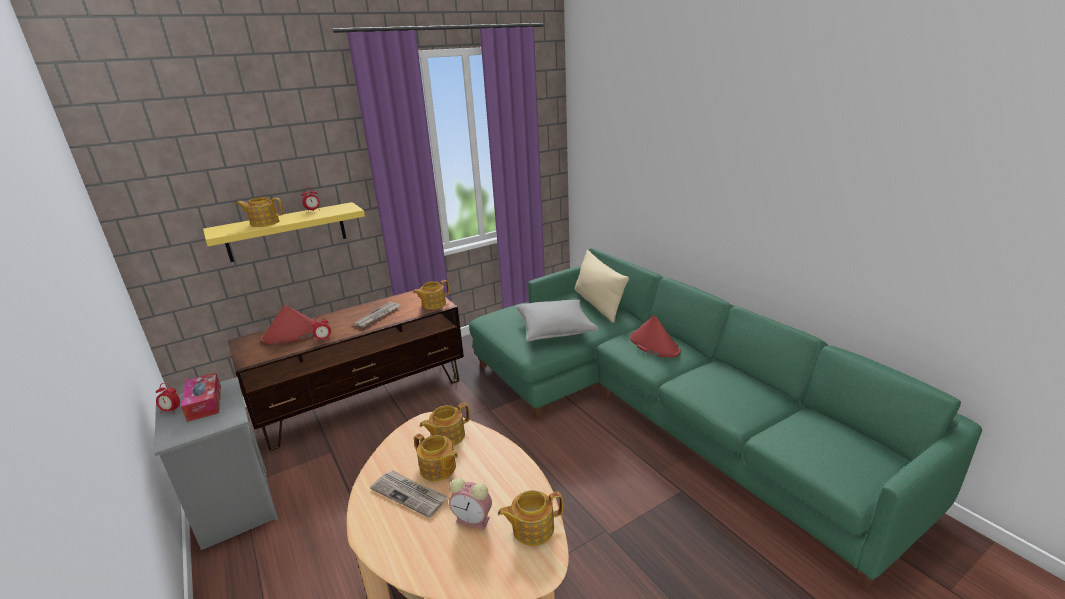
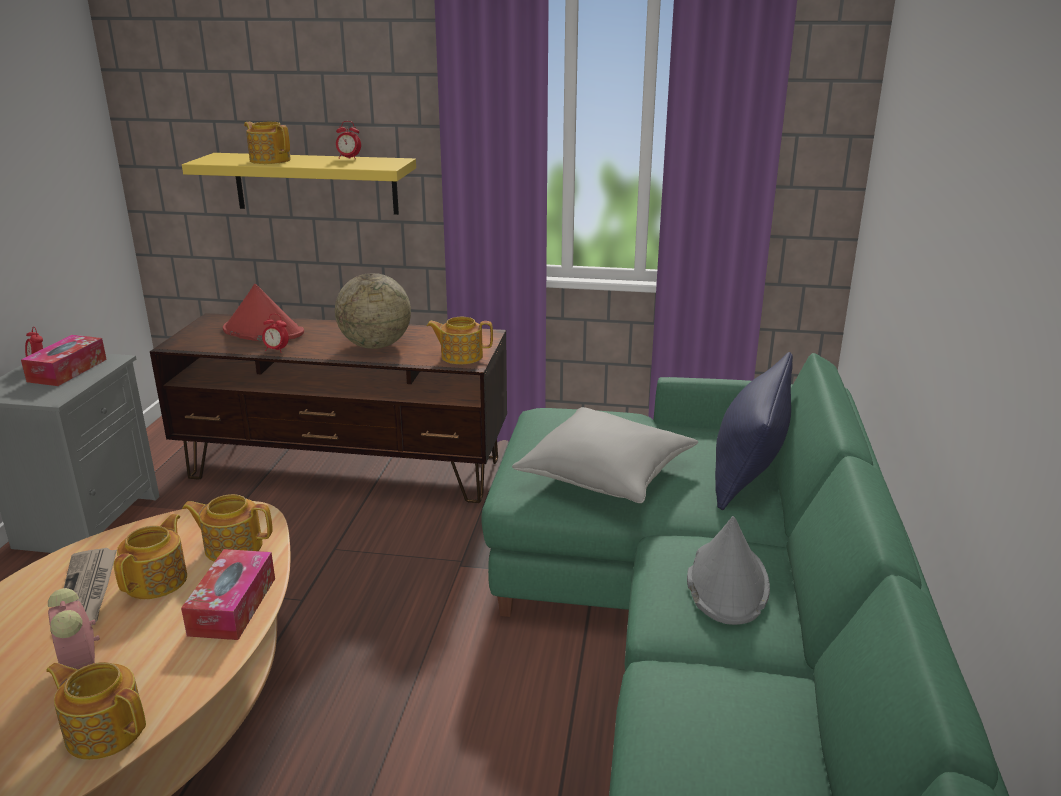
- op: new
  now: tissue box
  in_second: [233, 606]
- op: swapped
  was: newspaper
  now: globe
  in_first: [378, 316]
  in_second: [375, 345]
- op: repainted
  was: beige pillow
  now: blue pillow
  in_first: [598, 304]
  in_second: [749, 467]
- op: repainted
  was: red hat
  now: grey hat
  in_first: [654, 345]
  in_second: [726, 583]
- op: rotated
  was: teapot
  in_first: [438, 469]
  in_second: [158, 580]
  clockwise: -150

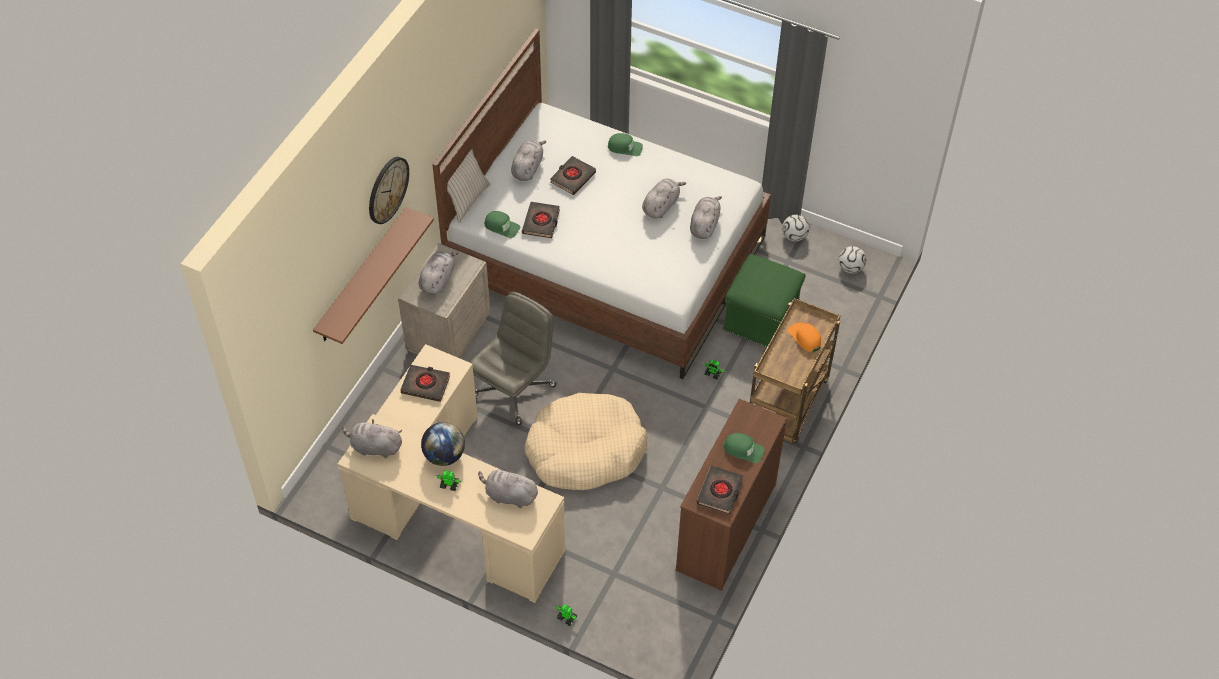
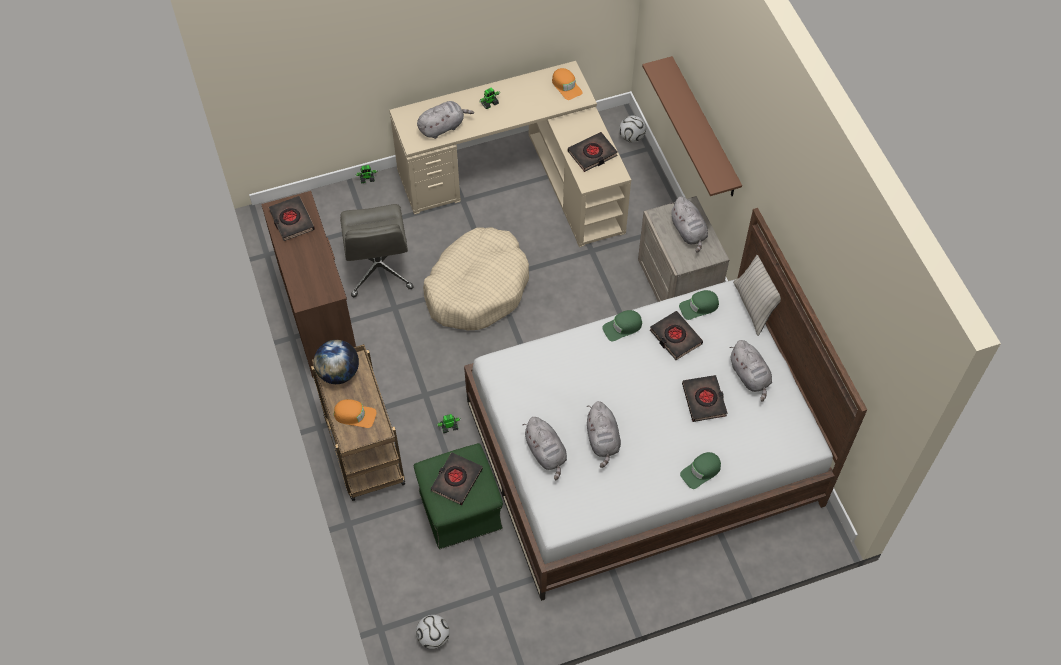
- op: gone
  was: wall clock
  in_first: [387, 189]
- op: new
  now: black book
  in_second: [456, 480]
- op: shifted
  was: globe
  in_first: [444, 455]
  in_second: [339, 373]
- op: shifted
  was: grey office chair
  in_first: [514, 390]
  in_second: [379, 269]
- op: shifted
  was: green cap
  in_first: [743, 449]
  in_second: [622, 327]
- op: shifted
  was: football
  in_first: [794, 236]
  in_second: [631, 137]
- op: swapped
  was: grey plush toy
  now: orange cap
  in_first: [374, 447]
  in_second: [566, 86]

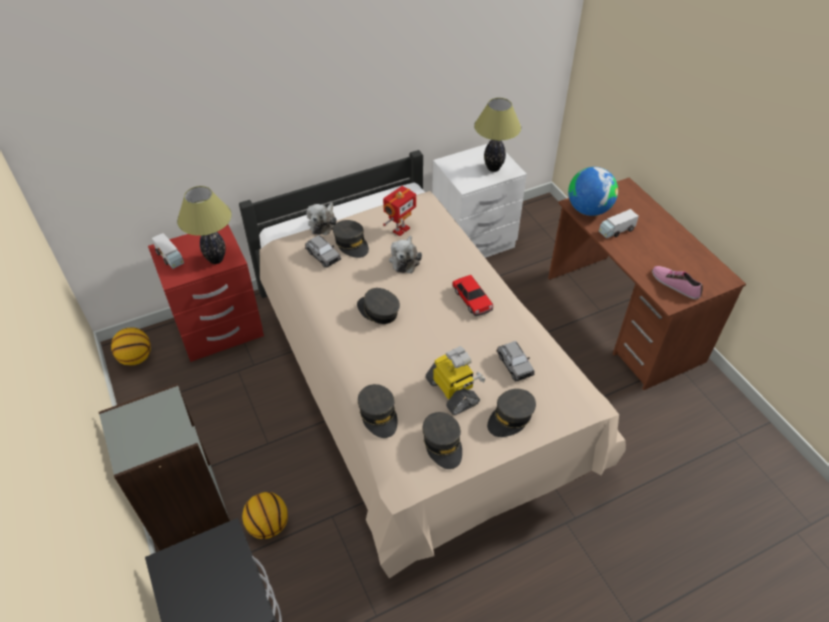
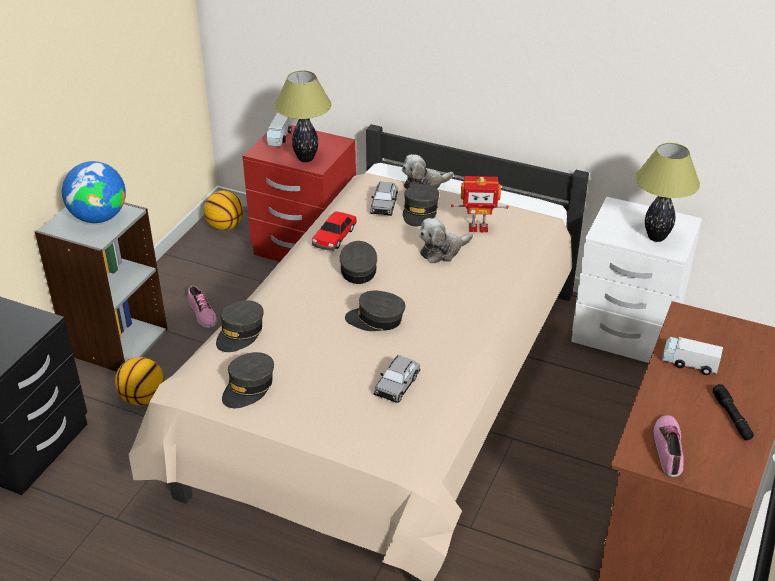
- op: gone
  was: toy robot
  in_first: [453, 391]
- op: new
  now: shoe
  in_second: [201, 313]
- op: new
  now: black flashlight
  in_second: [731, 417]
- op: shifted
  was: toy car
  in_first: [472, 300]
  in_second: [334, 237]
- op: shifted
  was: grey cap
  in_first: [510, 418]
  in_second: [376, 319]
- op: shifted
  was: globe
  in_first: [588, 210]
  in_second: [98, 217]

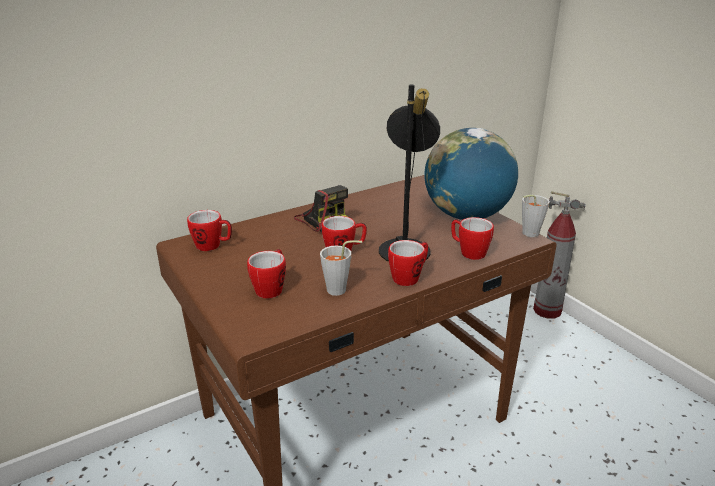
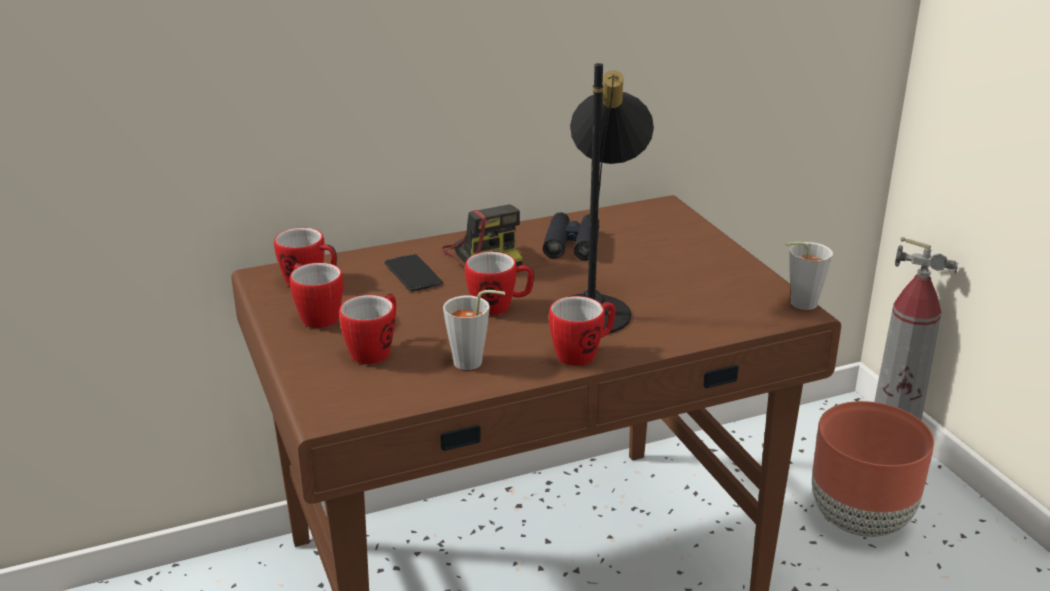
- op: gone
  was: globe
  in_first: [466, 216]
- op: new
  now: phone
  in_second: [413, 274]
- op: new
  now: black binoculars
  in_second: [572, 244]
- op: new
  now: brown planter
  in_second: [861, 520]
- op: shifted
  was: mug
  in_first: [468, 252]
  in_second: [315, 316]

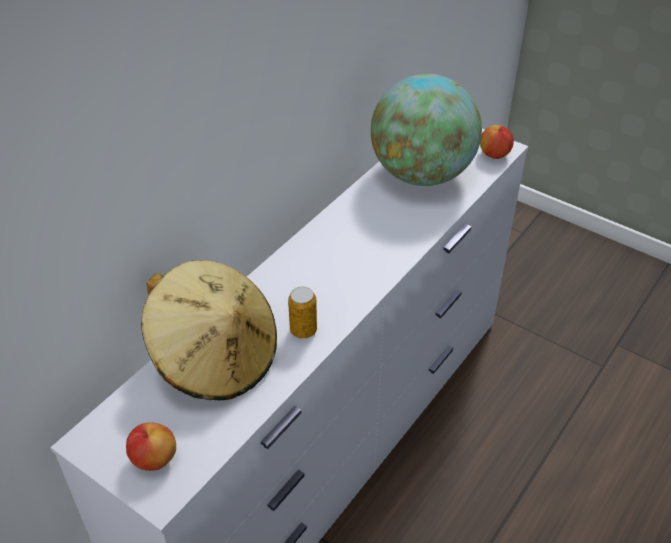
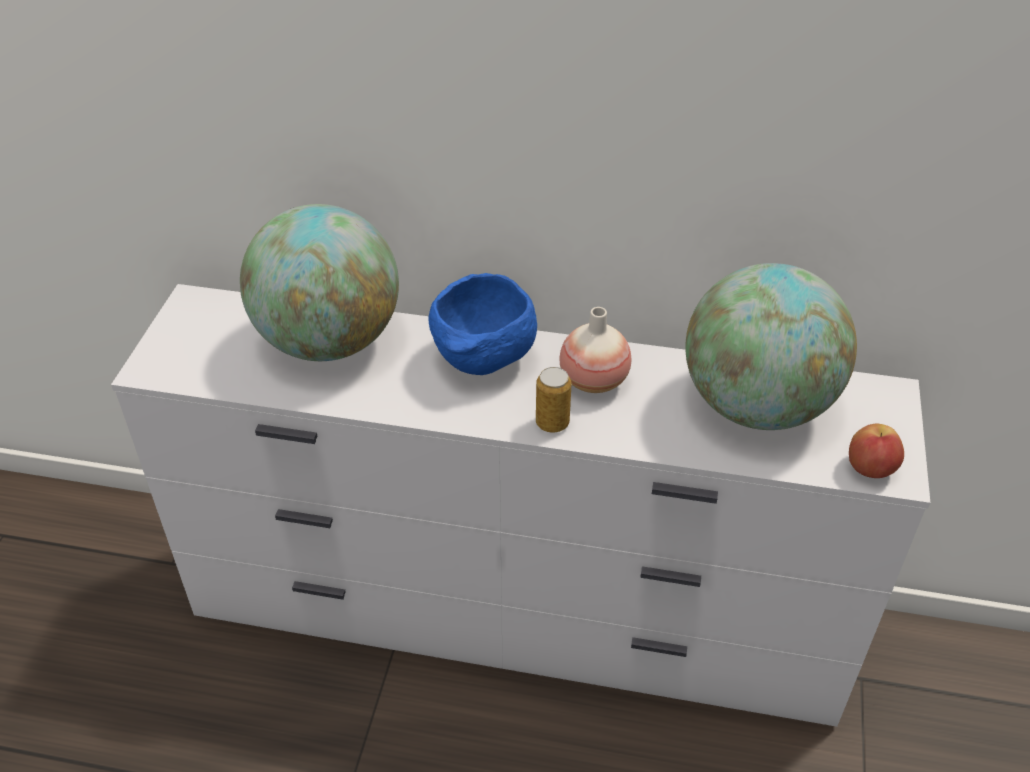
- op: gone
  was: apple
  in_first: [154, 459]
- op: new
  now: blue bowl
  in_second: [483, 360]
- op: new
  now: vase
  in_second: [593, 381]
- op: shifted
  was: can
  in_first: [303, 330]
  in_second: [552, 423]
- op: swapped
  was: beige hat
  now: globe
  in_first: [215, 358]
  in_second: [329, 341]

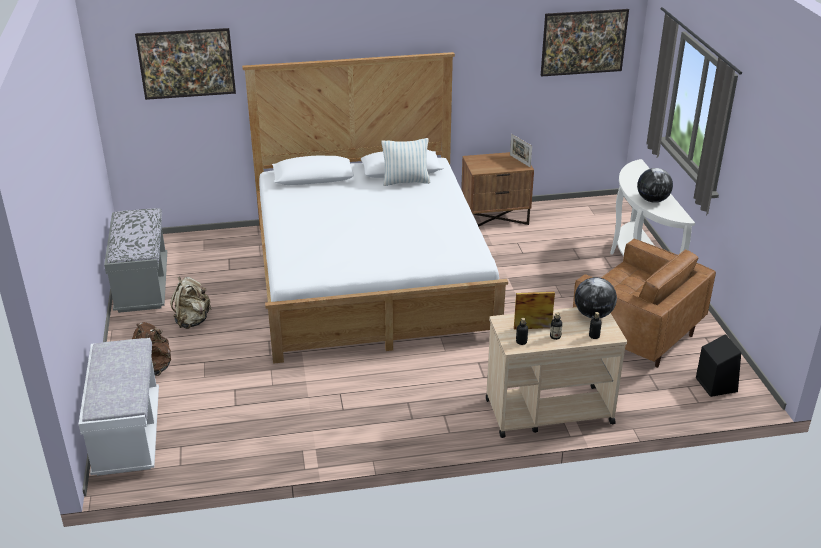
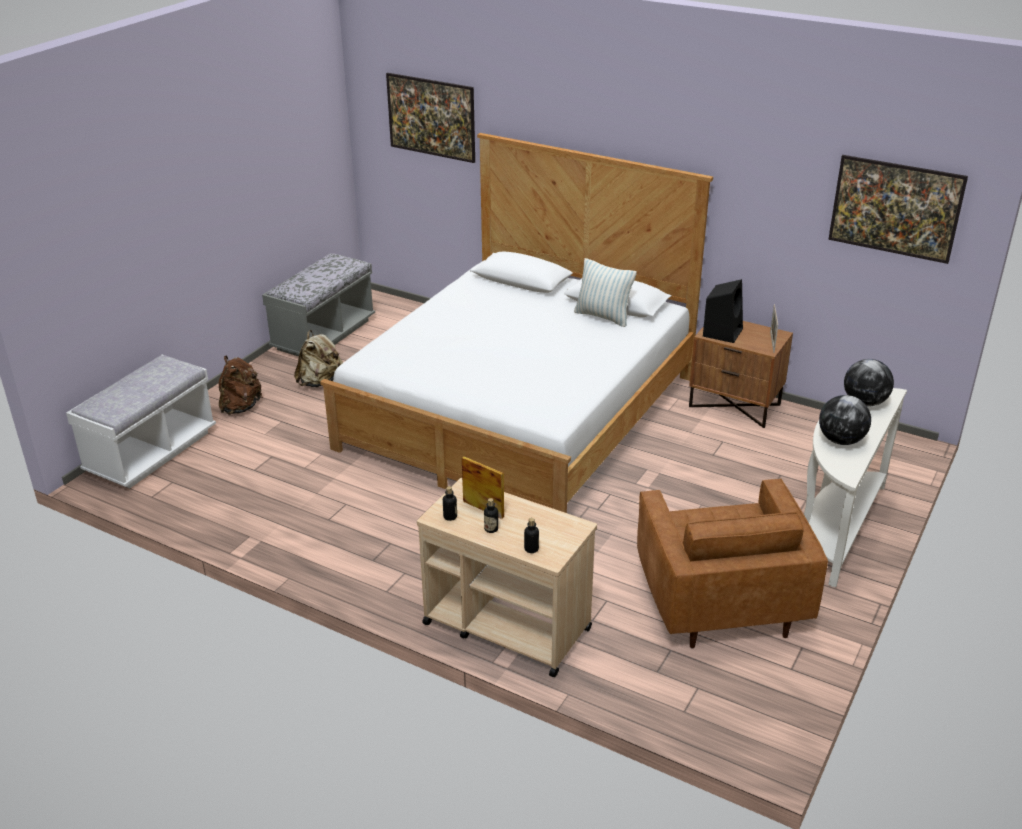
- op: shifted
  was: globe
  in_first: [593, 315]
  in_second: [865, 402]
- op: shifted
  was: black speaker
  in_first: [715, 384]
  in_second: [722, 332]

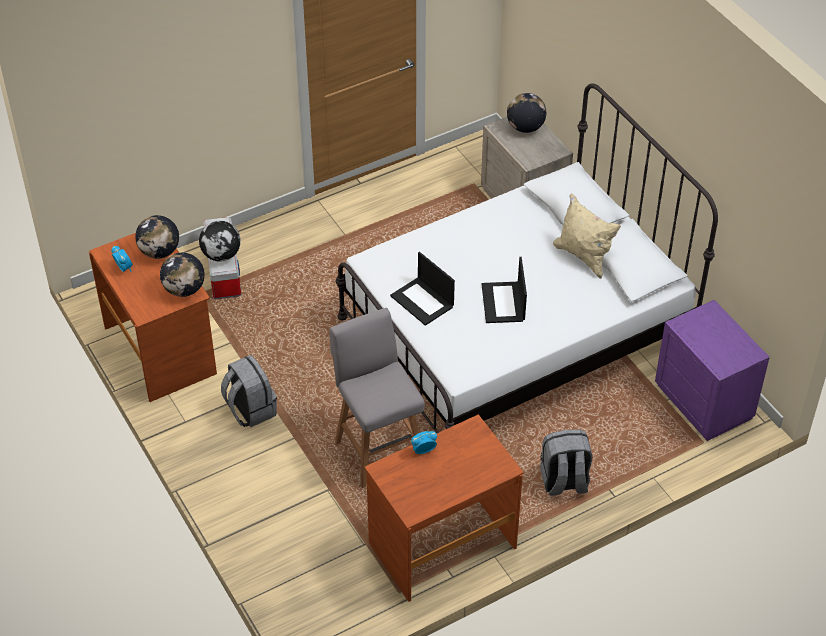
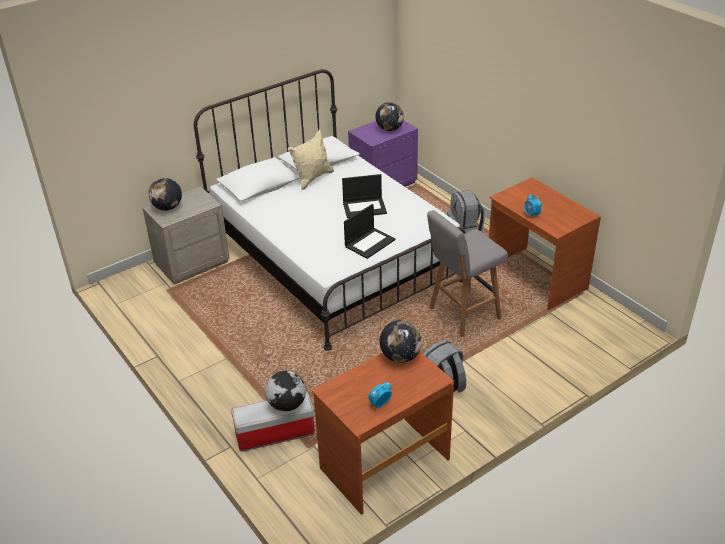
- op: shifted
  was: globe
  in_first: [159, 252]
  in_second: [390, 129]

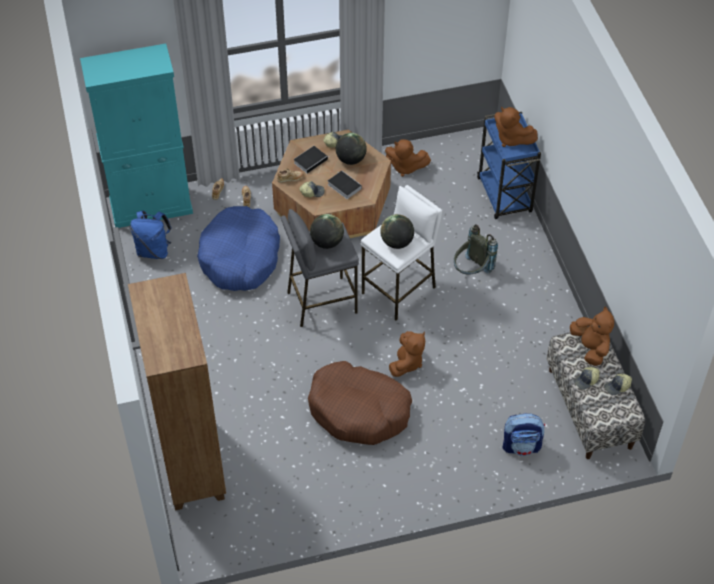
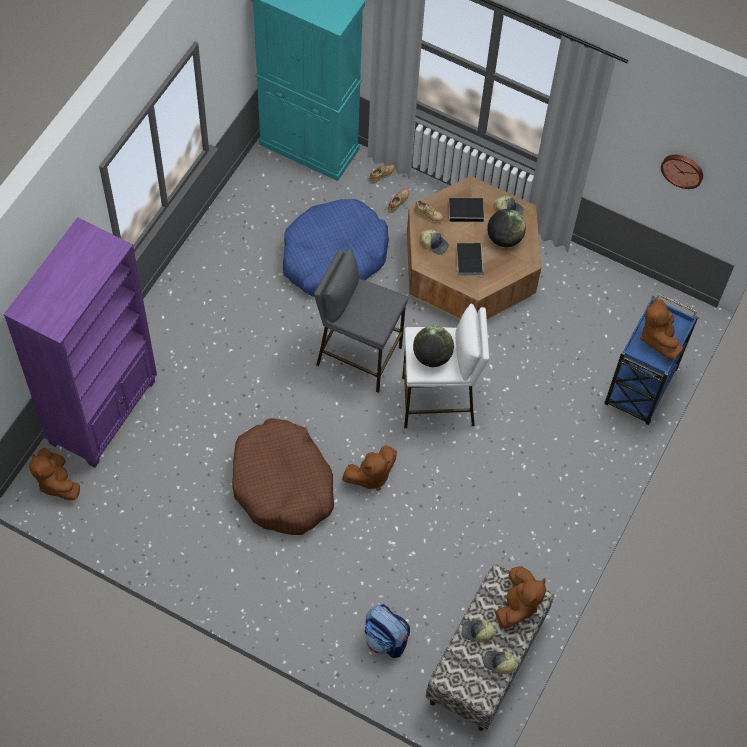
- op: gone
  was: blue backpack
  in_first: [154, 251]
- op: gone
  was: globe
  in_first: [327, 242]
- op: gone
  was: grey backpack
  in_first: [471, 271]
- op: new
  now: wall clock
  in_second: [683, 169]
- op: shifted
  was: brown plush toy
  in_first: [405, 167]
  in_second: [57, 482]
- op: repainted
  was: brown bookcase
  now: purple bookcase
  in_first: [191, 461]
  in_second: [104, 412]

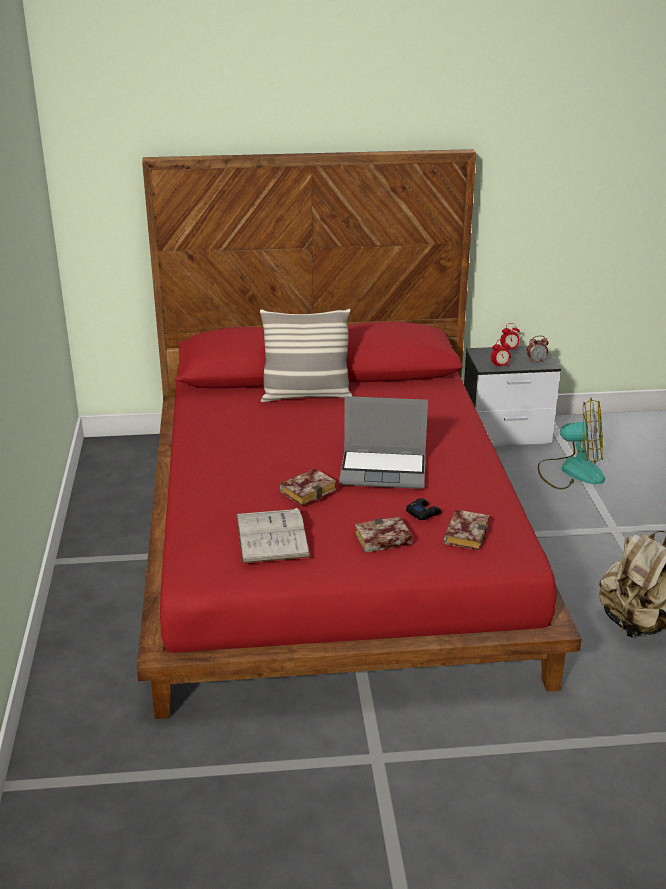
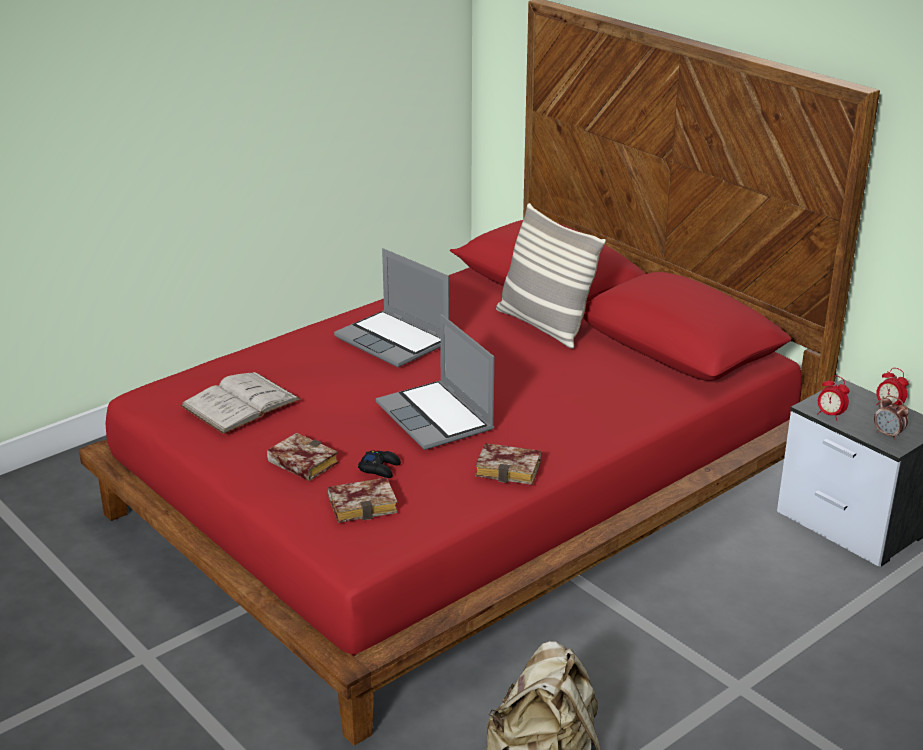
- op: gone
  was: fan
  in_first: [571, 471]
- op: new
  now: laptop
  in_second: [394, 341]
- op: shifted
  was: book
  in_first: [308, 490]
  in_second: [511, 469]

